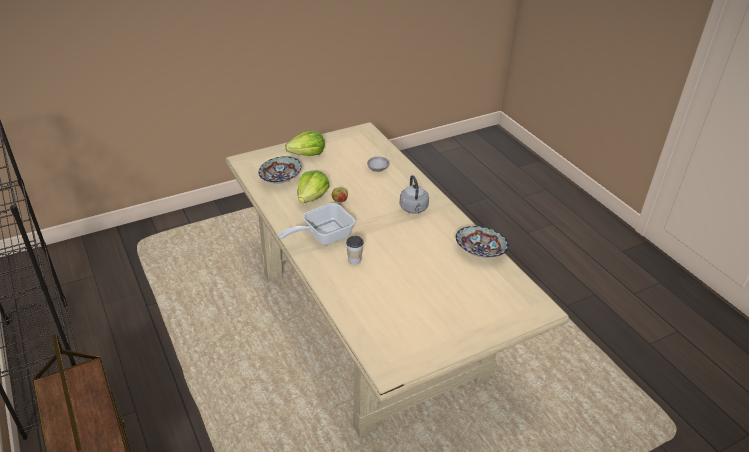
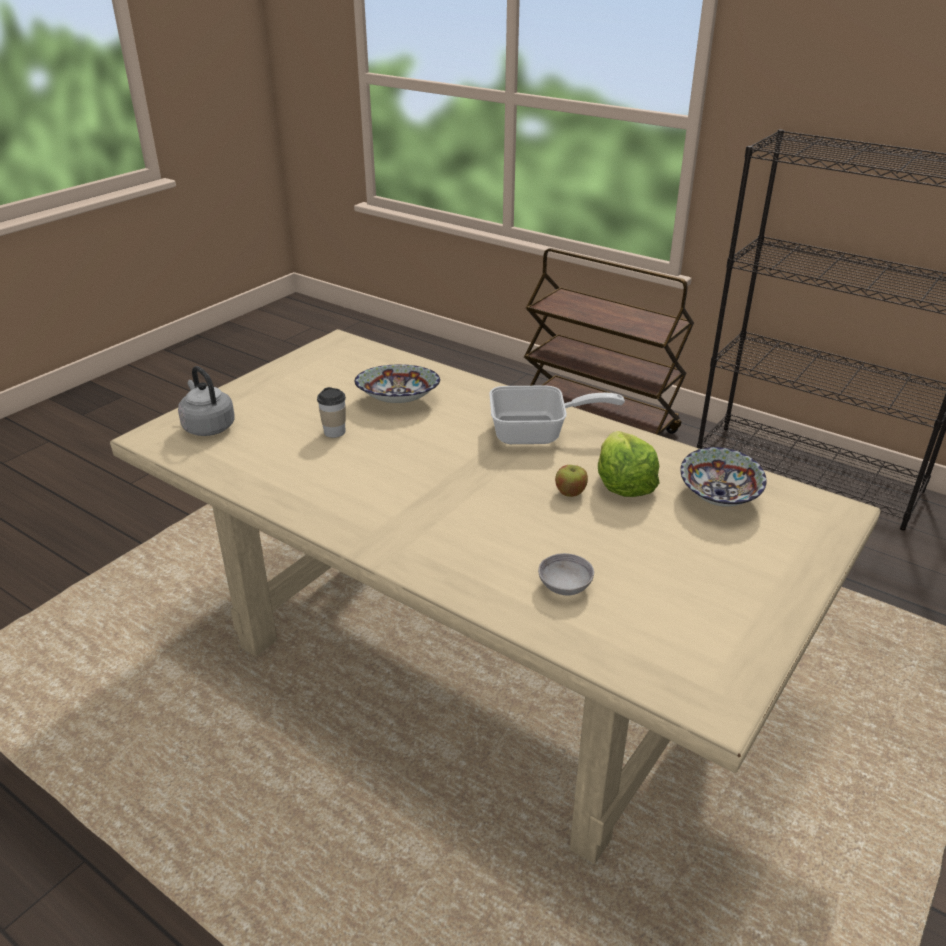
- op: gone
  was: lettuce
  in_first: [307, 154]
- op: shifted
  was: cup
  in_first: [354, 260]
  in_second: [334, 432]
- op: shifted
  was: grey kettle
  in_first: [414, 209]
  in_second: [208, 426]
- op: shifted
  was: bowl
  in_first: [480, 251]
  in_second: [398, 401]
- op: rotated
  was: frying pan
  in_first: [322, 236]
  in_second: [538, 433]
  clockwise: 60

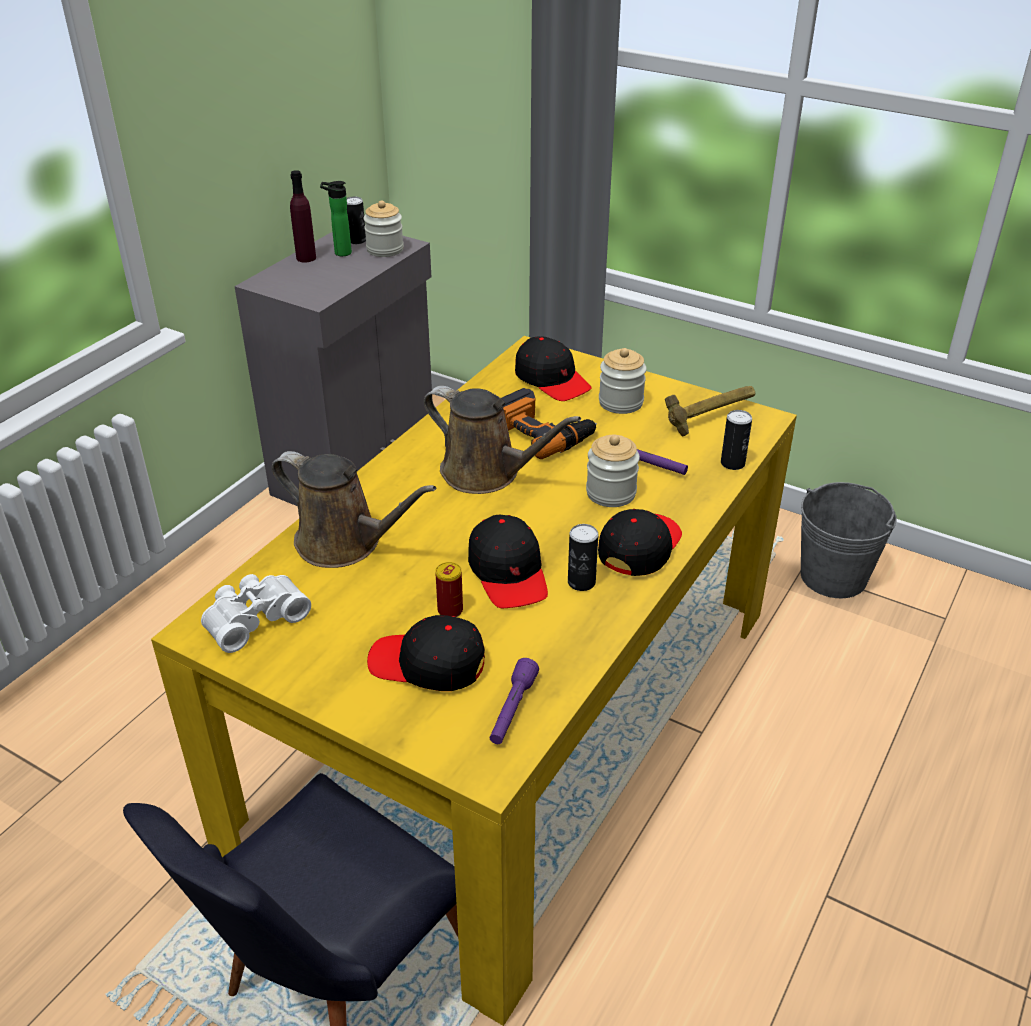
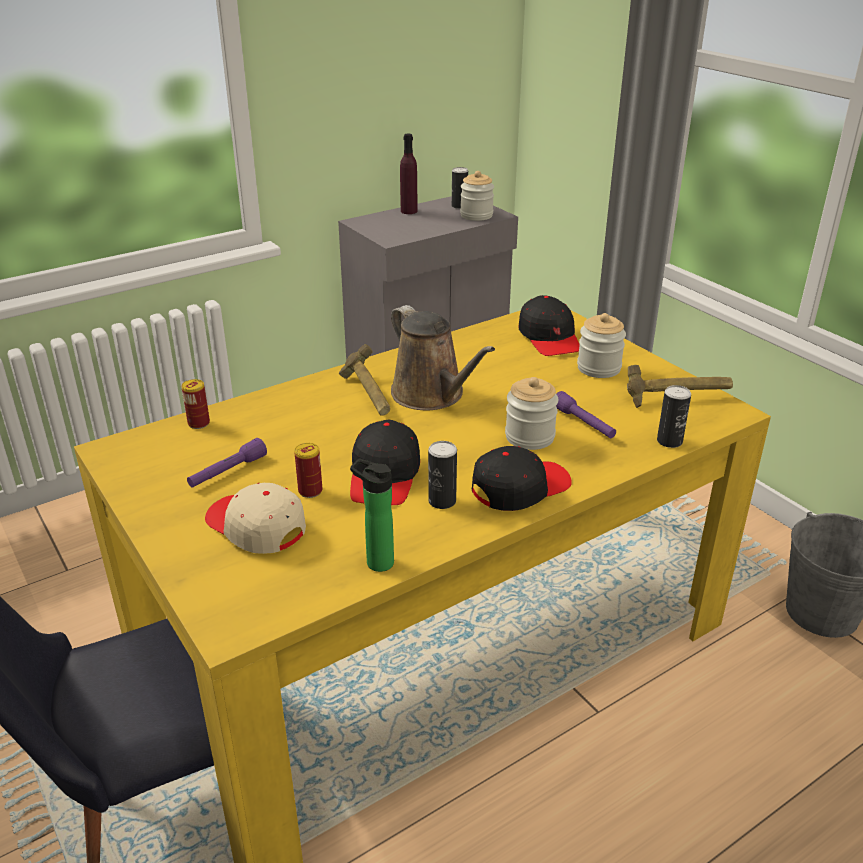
- op: gone
  was: white binoculars
  in_first: [254, 618]
- op: gone
  was: brown watering can
  in_first: [345, 543]
- op: gone
  was: power drill
  in_first: [543, 431]
- op: new
  now: can
  in_second: [199, 423]
- op: new
  now: hammer
  in_second: [368, 397]
- op: shifted
  was: bottle
  in_first: [340, 253]
  in_second: [376, 561]
- op: shifted
  was: purple flashlight
  in_first: [512, 710]
  in_second: [227, 472]
- op: repainted
  was: black cap
  now: beige cap
  in_first: [428, 664]
  in_second: [256, 527]

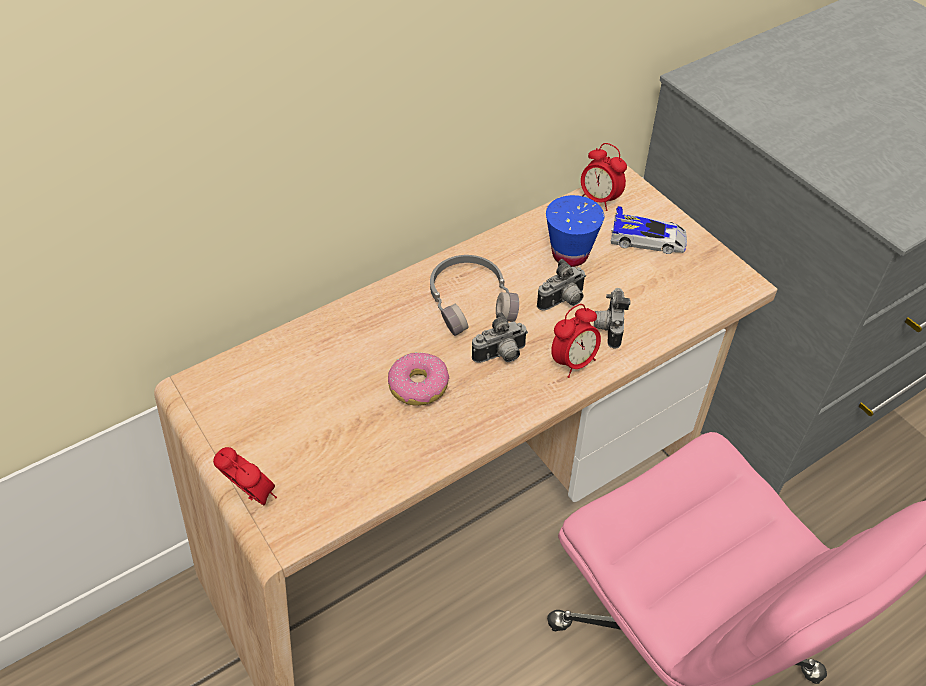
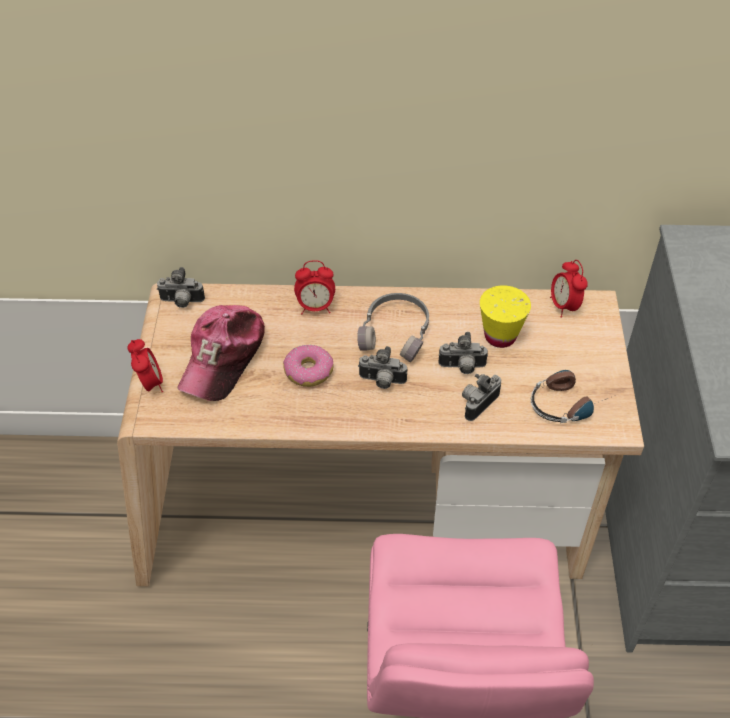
- op: gone
  was: toy car
  in_first: [648, 239]
- op: new
  now: photo camera
  in_second: [181, 302]
- op: new
  now: cap
  in_second: [223, 358]
- op: new
  now: headphones
  in_second: [568, 402]
- op: shifted
  was: alarm clock
  in_first: [573, 362]
  in_second: [315, 307]
- op: repainted
  was: blue cup
  now: yellow cup
  in_first: [570, 255]
  in_second: [500, 336]

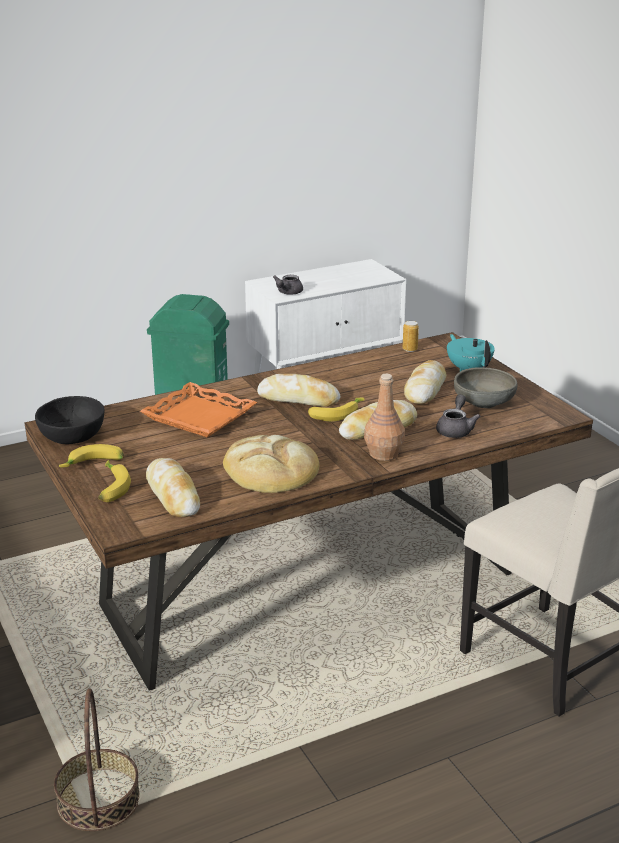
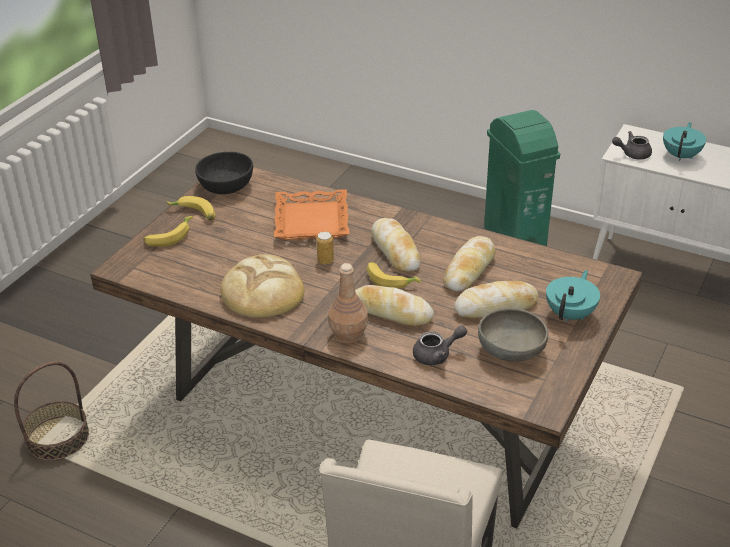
- op: new
  now: turquoise teapot
  in_second: [681, 155]
- op: shifted
  was: bread
  in_first: [173, 495]
  in_second: [469, 270]
- op: shifted
  was: can
  in_first: [410, 349]
  in_second: [325, 260]

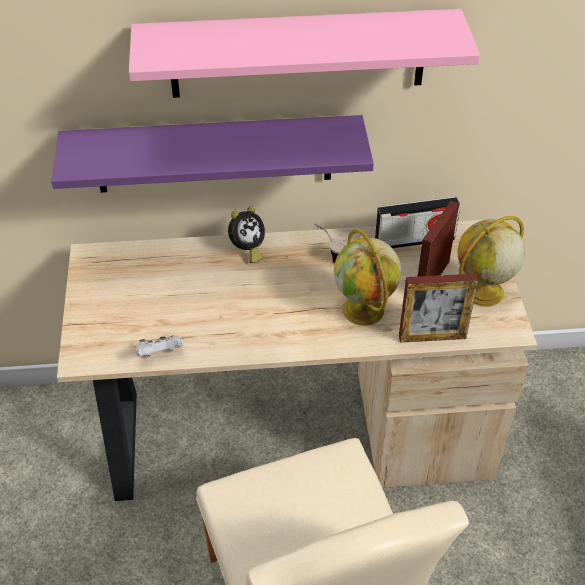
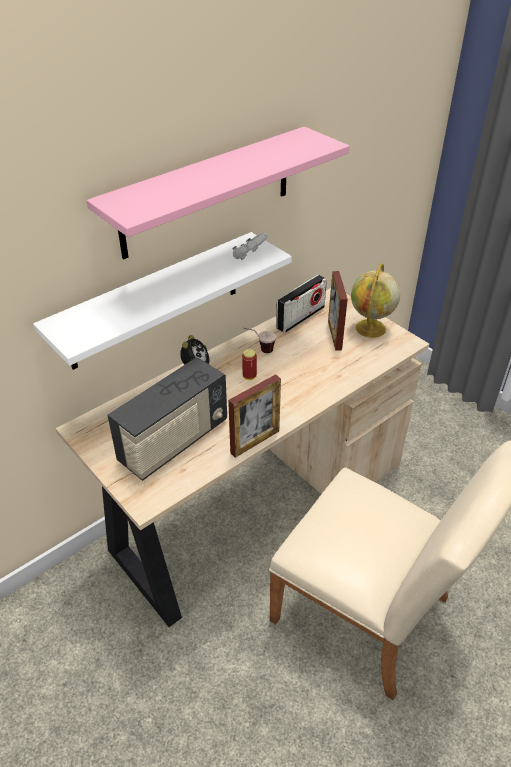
- op: gone
  was: globe
  in_first: [364, 311]
- op: new
  now: radio
  in_second: [174, 442]
- op: new
  now: can
  in_second: [249, 376]
- op: shifted
  was: white game controller
  in_first: [160, 354]
  in_second: [249, 256]
- op: shifted
  was: picture frame
  in_first: [432, 337]
  in_second: [255, 442]
- op: repainted
  was: purple shelf
  now: white shelf
  in_first: [214, 154]
  in_second: [155, 301]

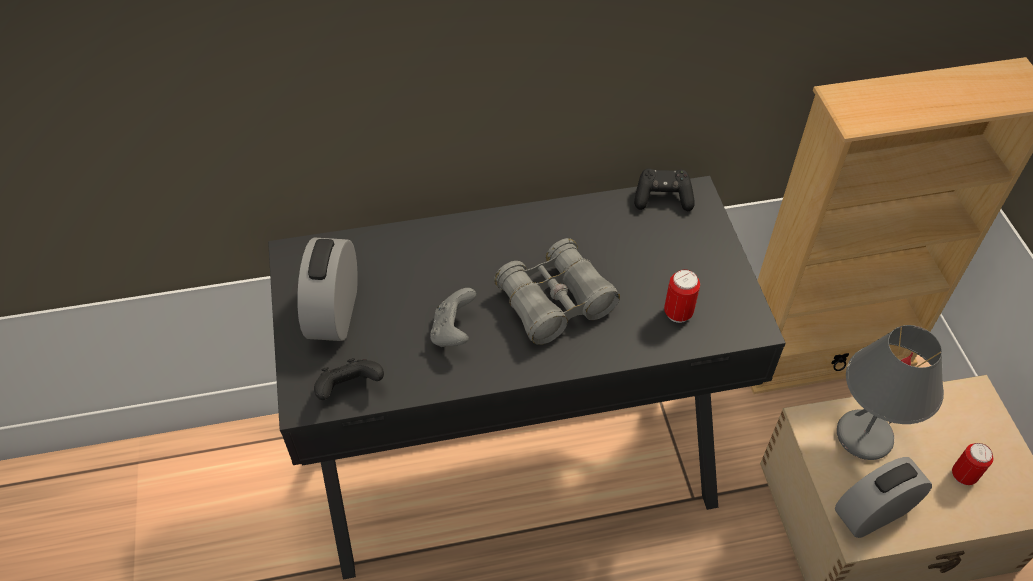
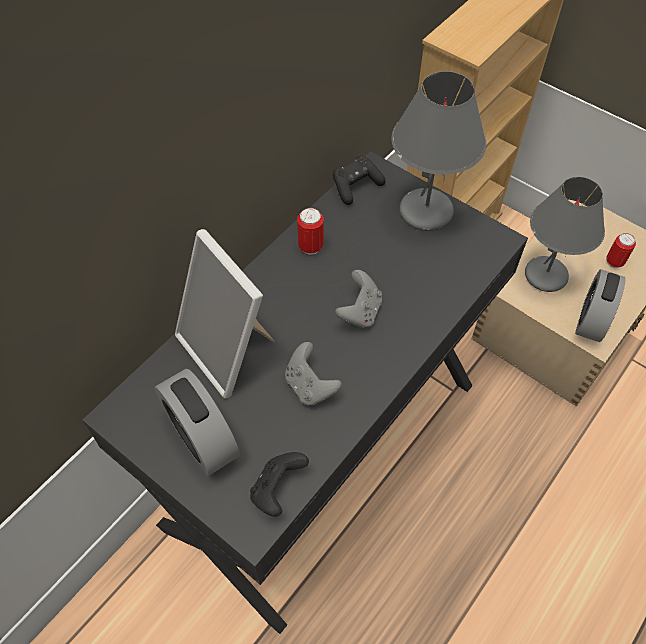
- op: new
  now: picture frame
  in_second: [229, 350]
- op: new
  now: grey table lamp
  in_second: [425, 211]
- op: shifted
  was: can
  in_first: [678, 313]
  in_second: [310, 246]
- op: swapped
  was: grey binoculars
  now: grey game controller
  in_first: [555, 302]
  in_second: [360, 312]

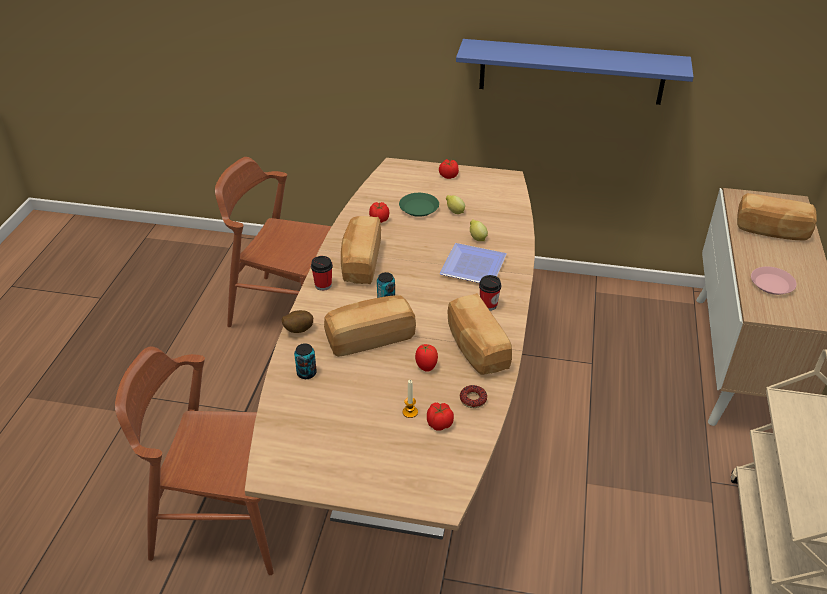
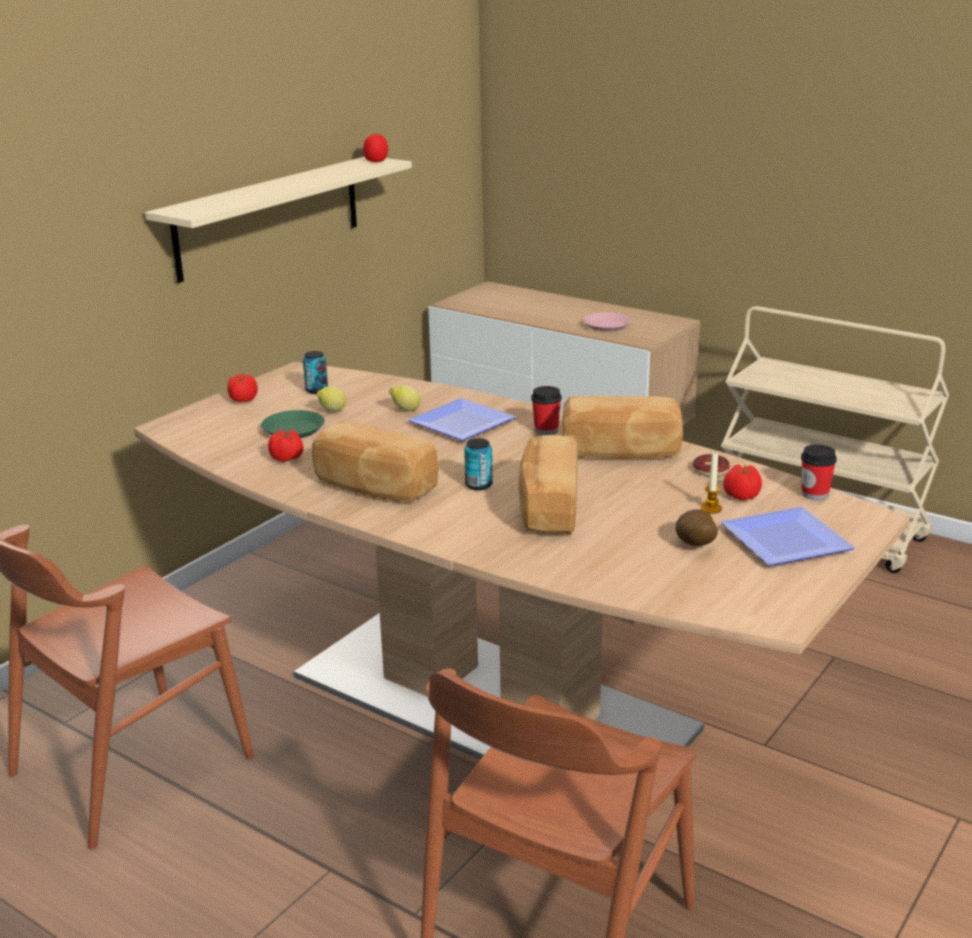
- op: gone
  was: bread
  in_first: [771, 231]
- op: new
  now: plate
  in_second: [780, 540]
- op: shifted
  was: potato
  in_first: [298, 330]
  in_second: [694, 546]
- op: shifted
  was: can
  in_first: [306, 373]
  in_second: [316, 390]
- op: shifted
  was: cup
  in_first: [323, 285]
  in_second: [815, 494]
- op: shifted
  was: tomato
  in_first: [426, 367]
  in_second: [376, 161]
- op: repainted
  was: blue shelf
  now: beige shelf
  in_first: [571, 72]
  in_second: [269, 217]

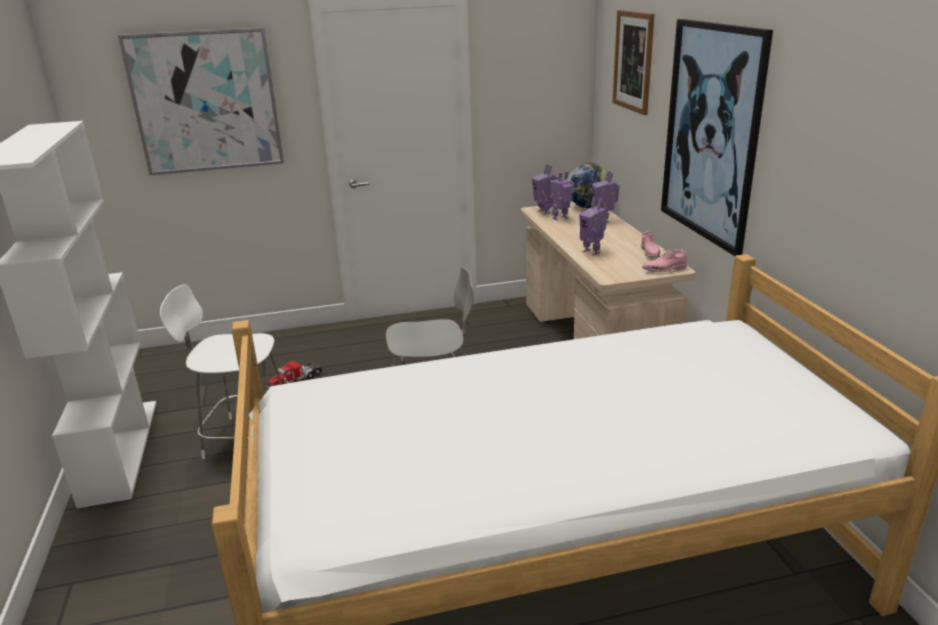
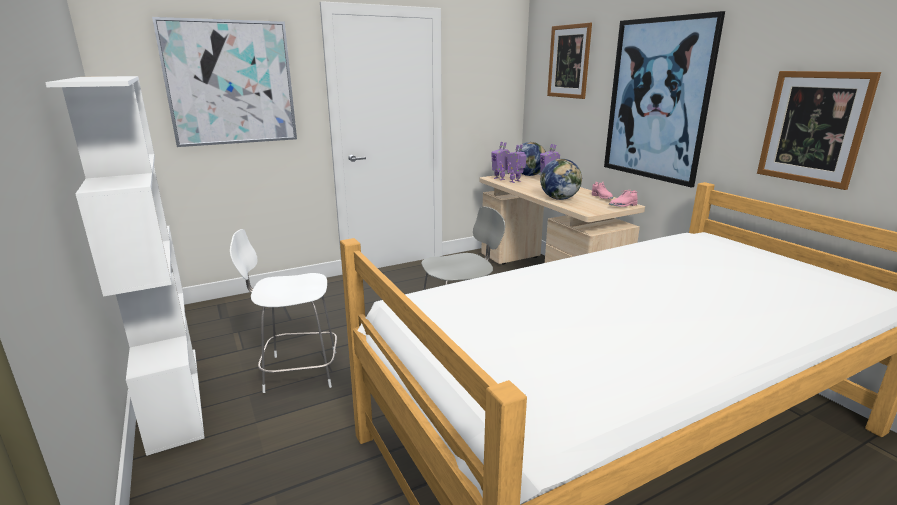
- op: gone
  was: toy truck
  in_first: [295, 381]
- op: new
  now: picture
  in_second: [813, 128]
- op: swapped
  was: toy robot
  now: globe
  in_first: [592, 252]
  in_second: [559, 199]

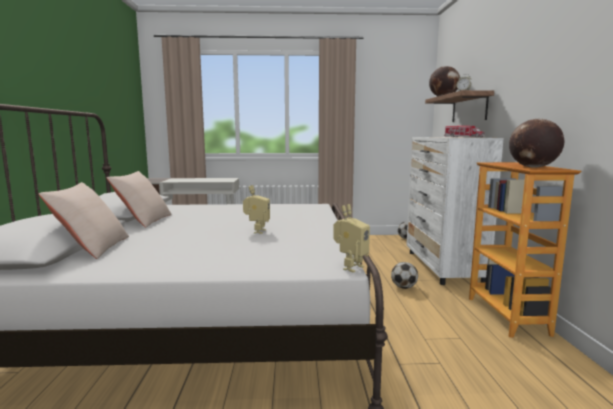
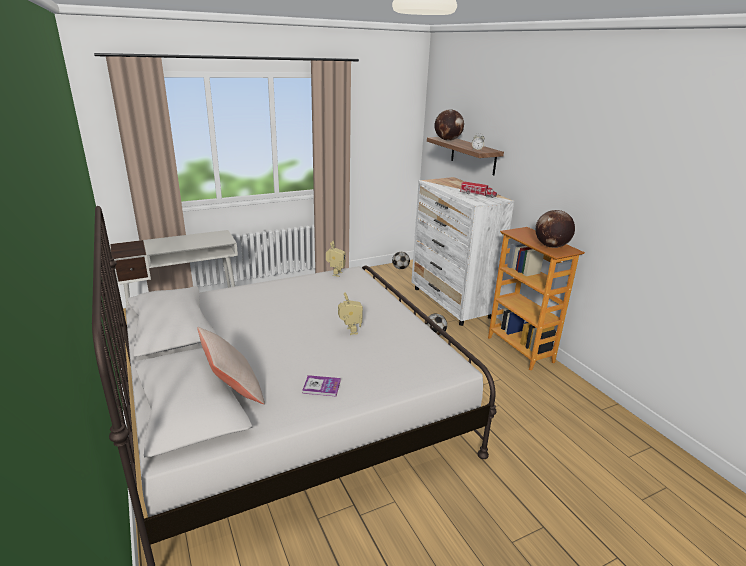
- op: gone
  was: beige pillow
  in_first: [143, 220]
- op: new
  now: book
  in_second: [321, 387]
- op: shifted
  was: toy robot
  in_first: [350, 267]
  in_second: [335, 274]

